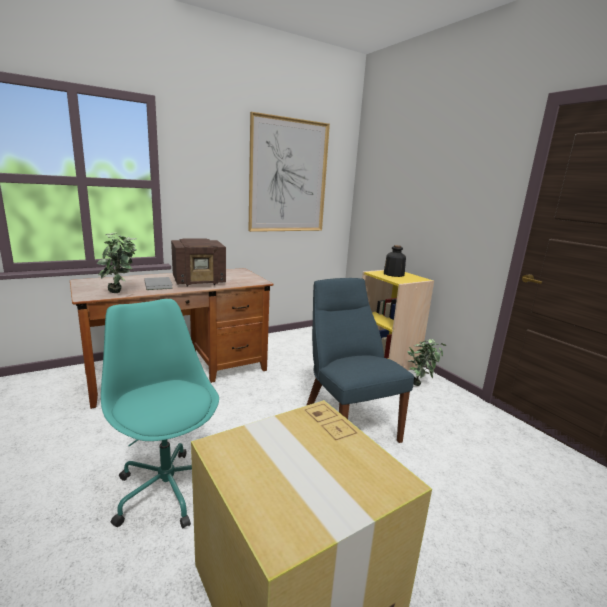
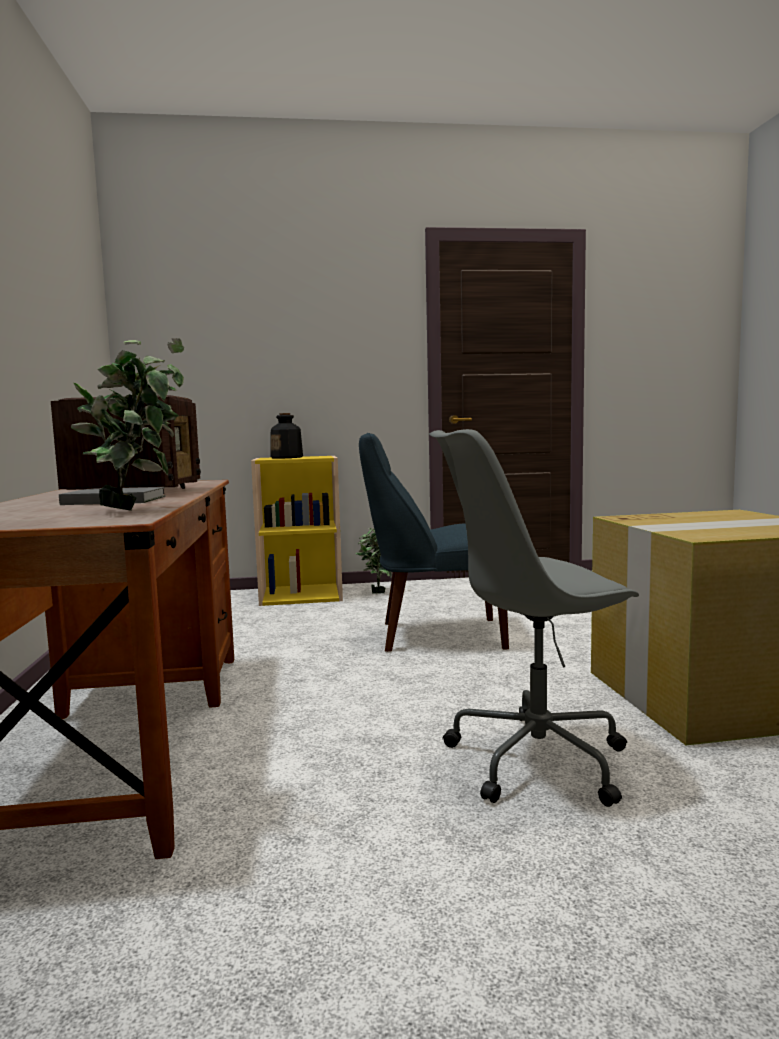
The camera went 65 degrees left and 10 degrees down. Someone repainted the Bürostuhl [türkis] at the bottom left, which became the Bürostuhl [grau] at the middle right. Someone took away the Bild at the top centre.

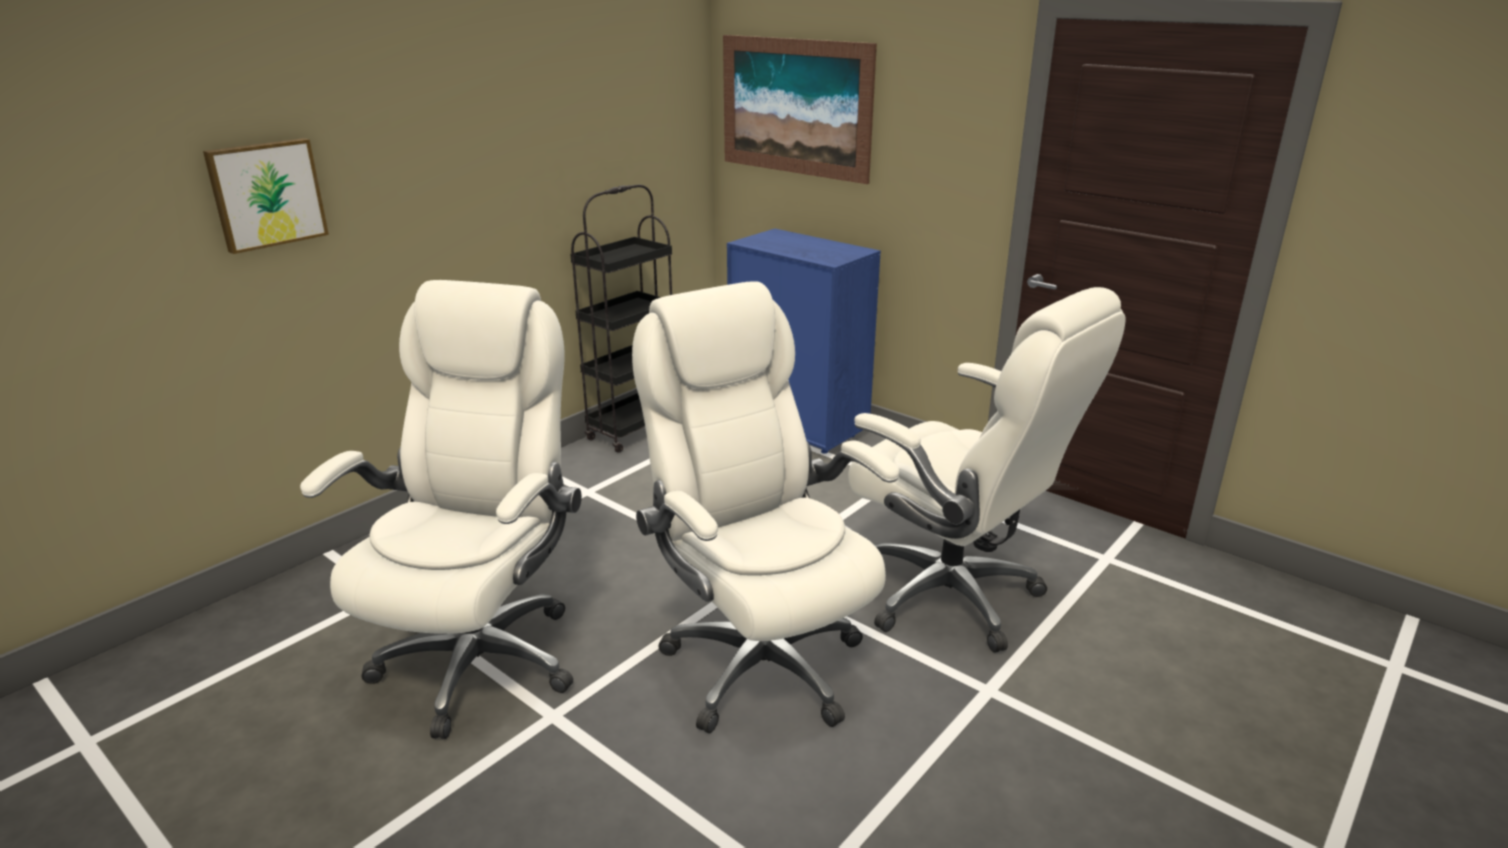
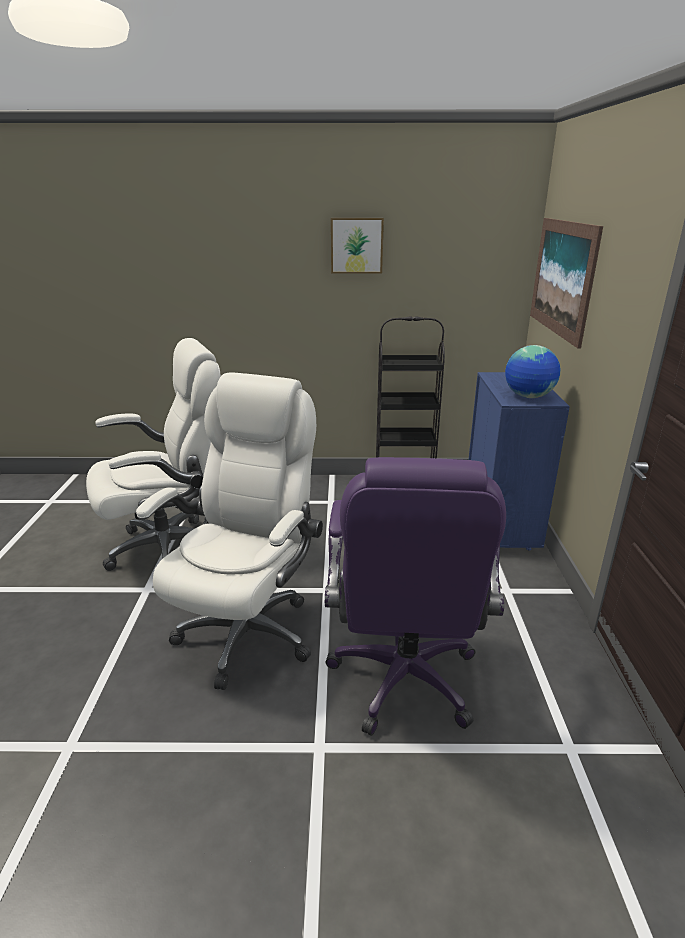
The camera went 50 degrees right and 0 degrees up. Someone repainted the Bürostuhl [weiß] (no. 3 from left) at the centre, which became the Bürostuhl [lila] at the centre. Someone carried the Bild (no. 1 from left) from the top left to the top centre. Someone put down the Globus at the middle right.

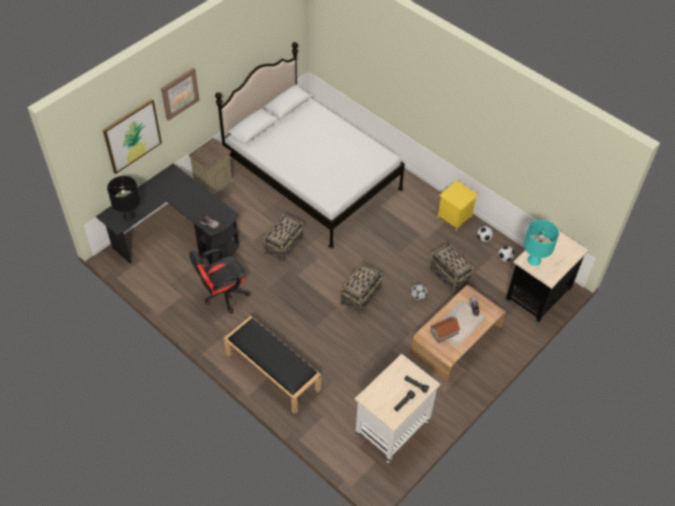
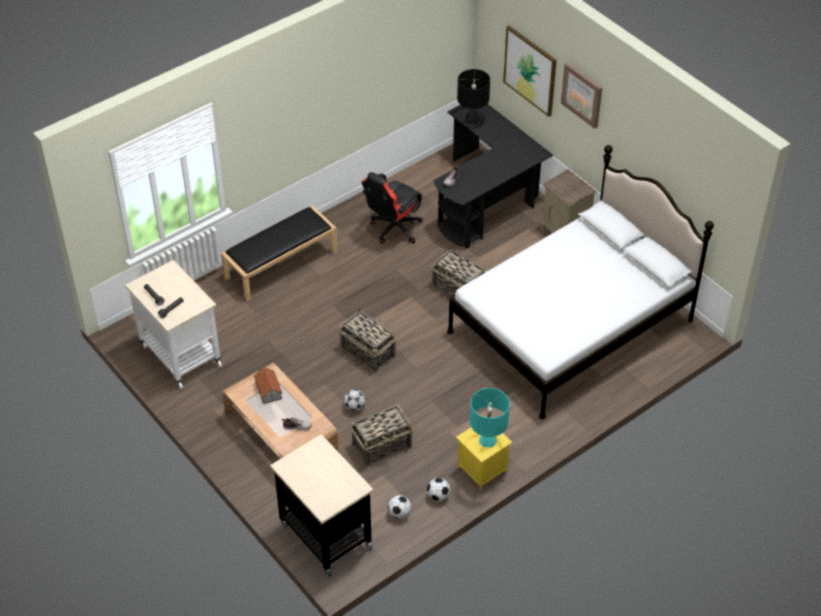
The camera went 100 degrees right and 5 degrees down. Someone rotated the Bürostuhl [schwarz] at the middle left by 120 degrees counterclockwise. Someone carried the Tischlampe [türkis] from the middle right to the bottom centre.

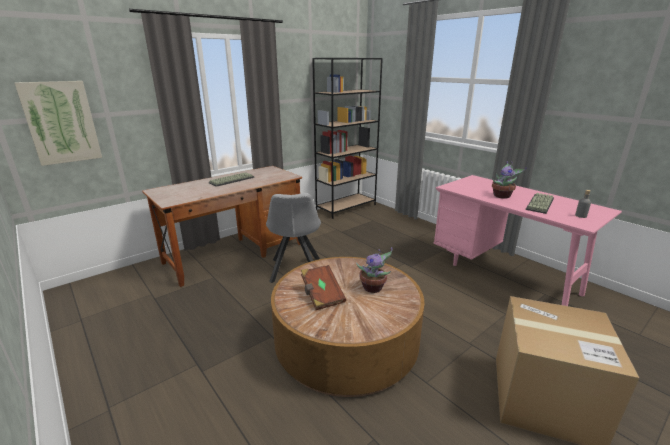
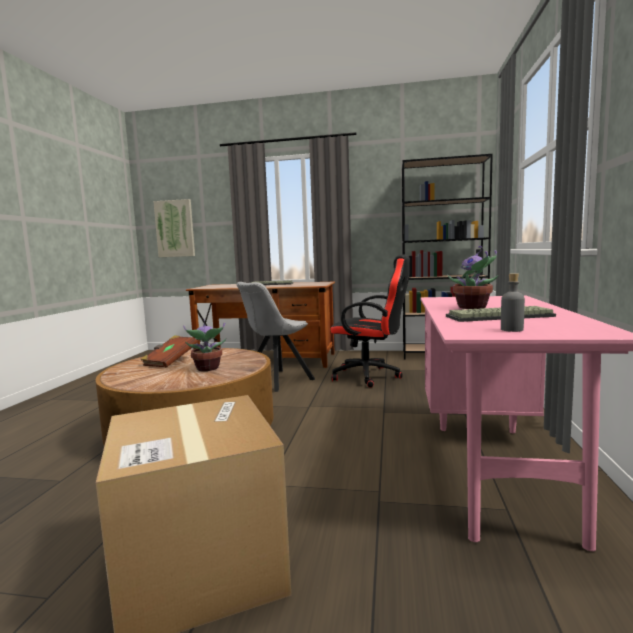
The camera went 50 degrees right and 15 degrees down. Someone put down the Bürostuhl [schwarz] at the centre.

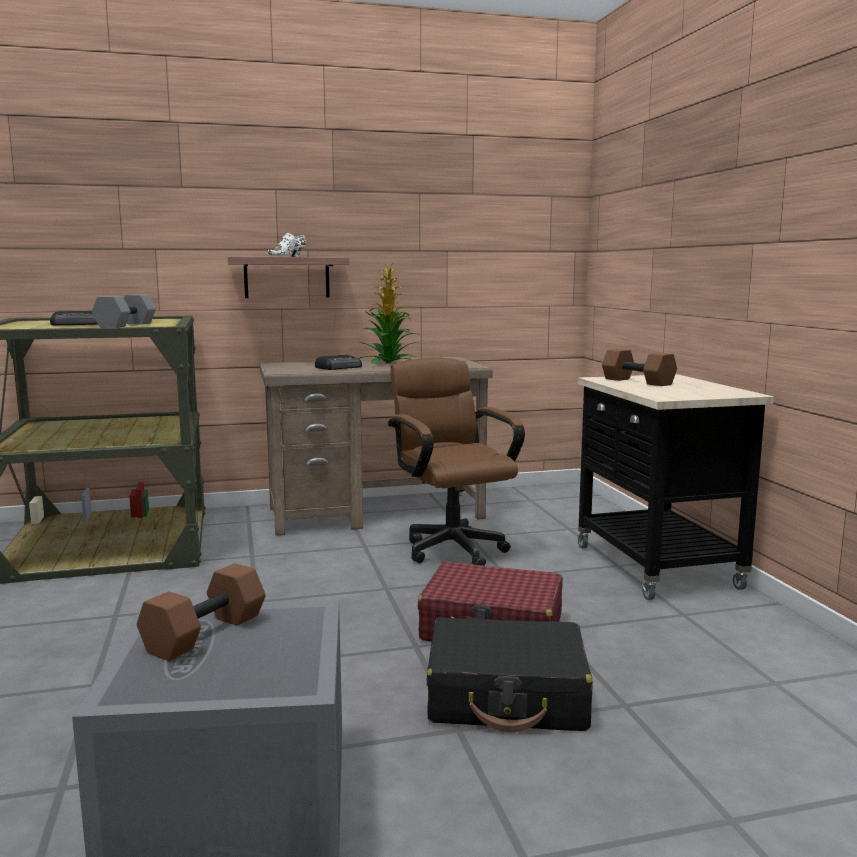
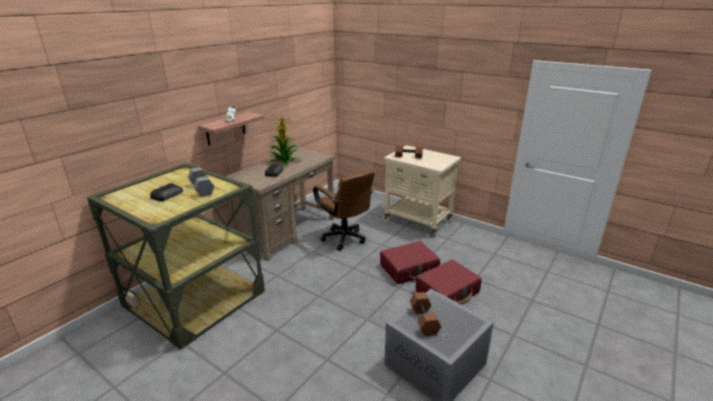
The camera went 40 degrees left and 15 degrees up. Someone rotated the Bürostuhl [braun] at the centre by 150 degrees counterclockwise. Someone repainted the Rollwagen [schwarz] at the middle right, which became the Rollwagen [beige] at the centre. Someone repainted the Koffer [schwarz] at the bottom centre, which became the Koffer [rot] (no. 2 from left) at the bottom centre.

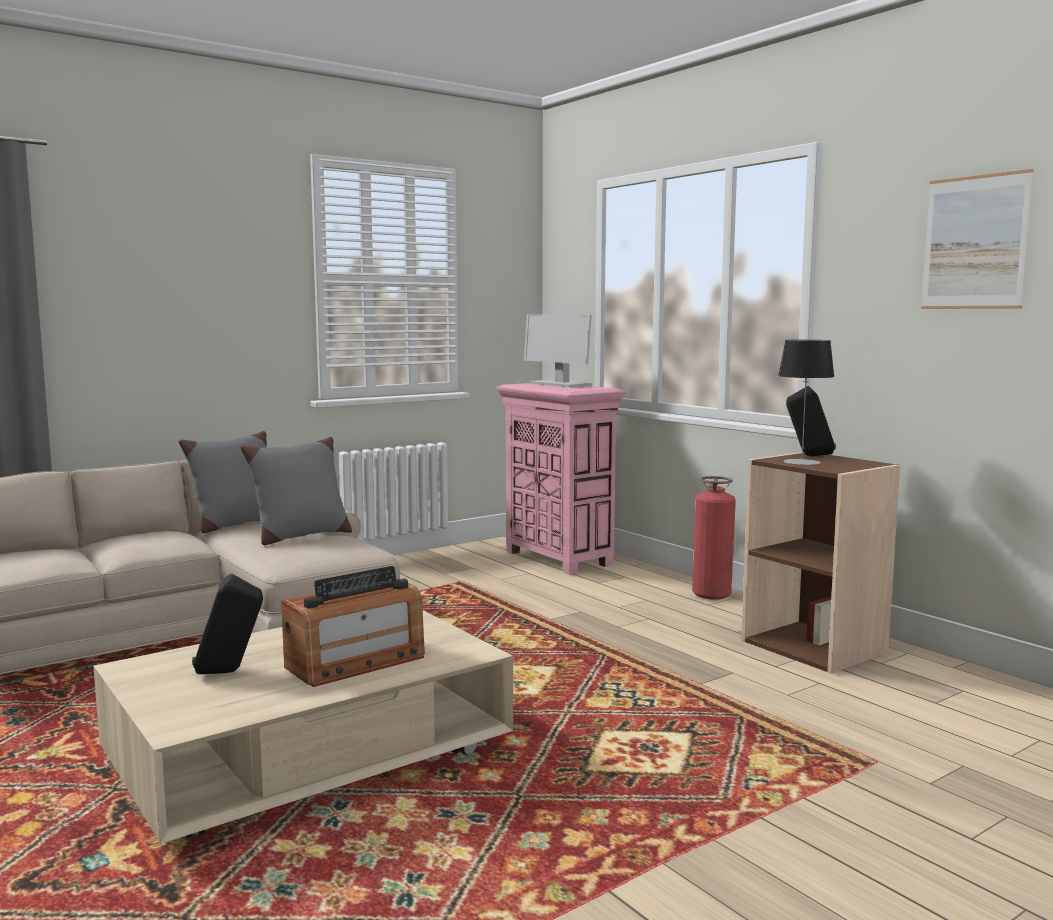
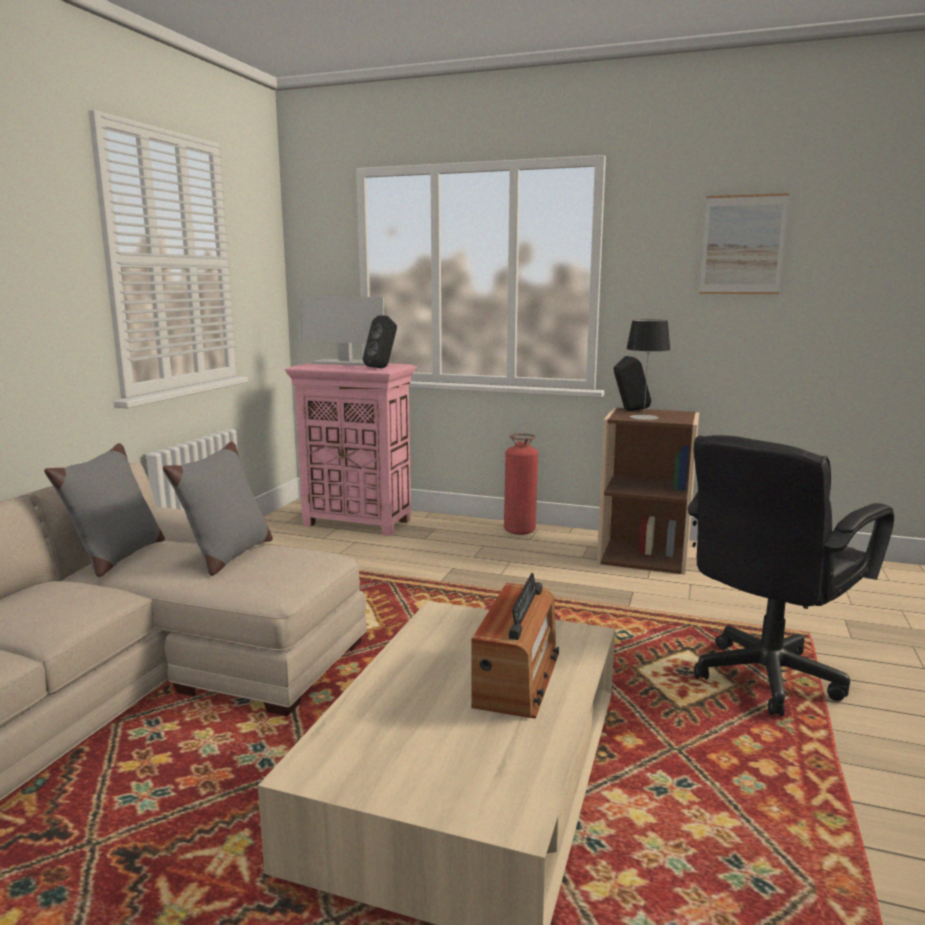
The camera went 35 degrees left and 5 degrees up. Someone carried the Lautsprecher [schwarz] (no. 1 from left) from the bottom left to the centre. Someone put down the Bürostuhl [schwarz] at the middle right.

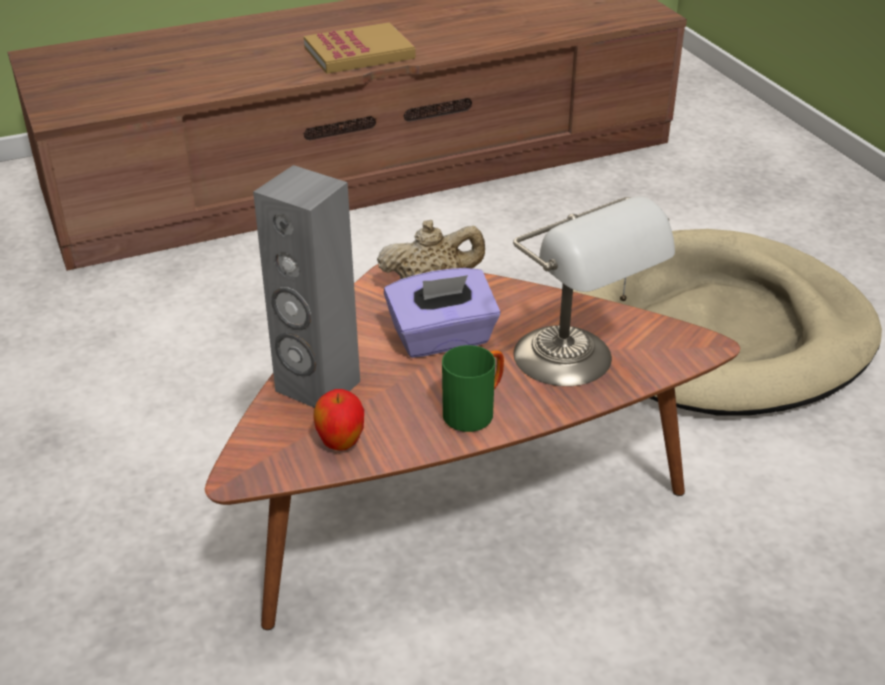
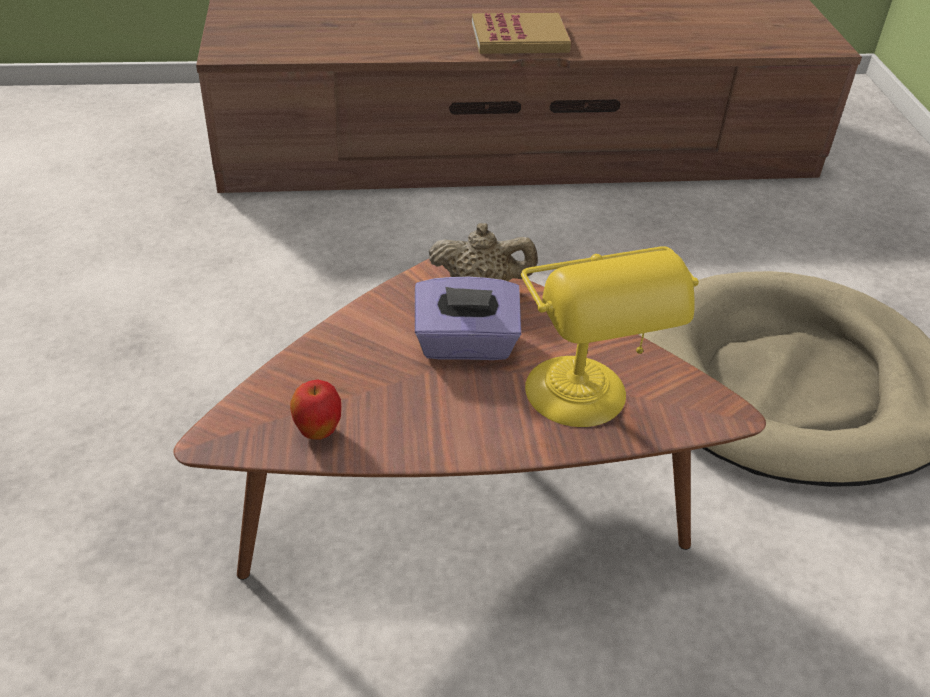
The camera went 15 degrees right and 5 degrees up. Someone repainted the Tischlampe [weiß] at the middle right, which became the Tischlampe [gelb] at the centre. Someone took away the Lautsprecher [grau] at the centre. Someone took away the Henkelbecher [grün] at the centre.

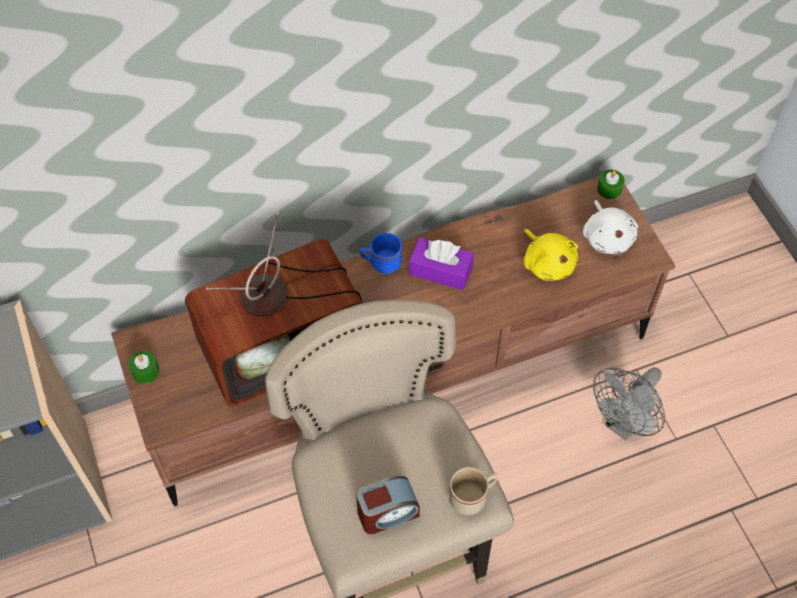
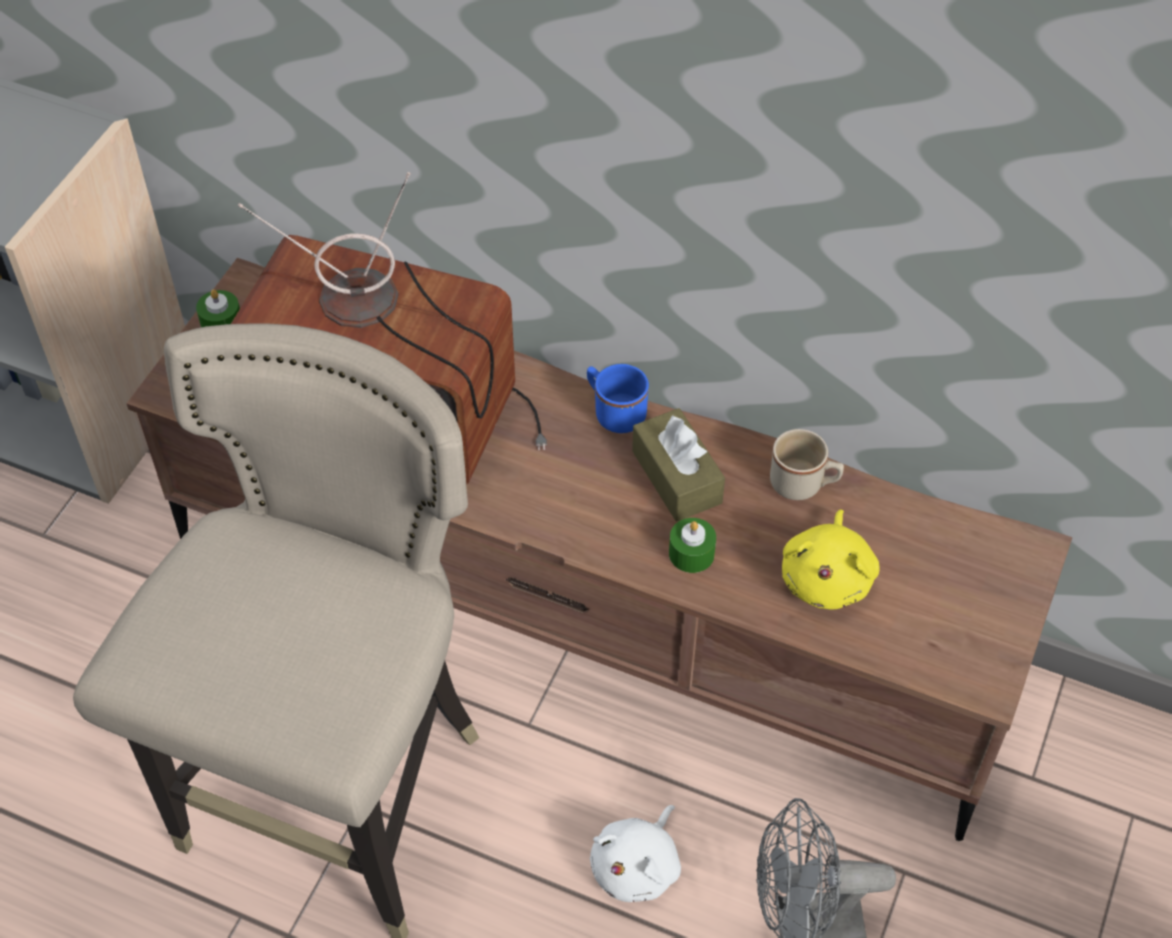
The camera went 45 degrees right and 5 degrees down. Someone carried the Plüschtier [weiß] from the middle right to the bottom centre. Someone repainted the Taschentuchbox [lila] at the centre, which became the Taschentuchbox [braun] at the centre. Someone carried the Kerze [grün] (no. 2 from left) from the top right to the centre. Someone carried the Henkelbecher [beige] from the bottom centre to the middle right. Someone took away the Wecker at the bottom centre.

